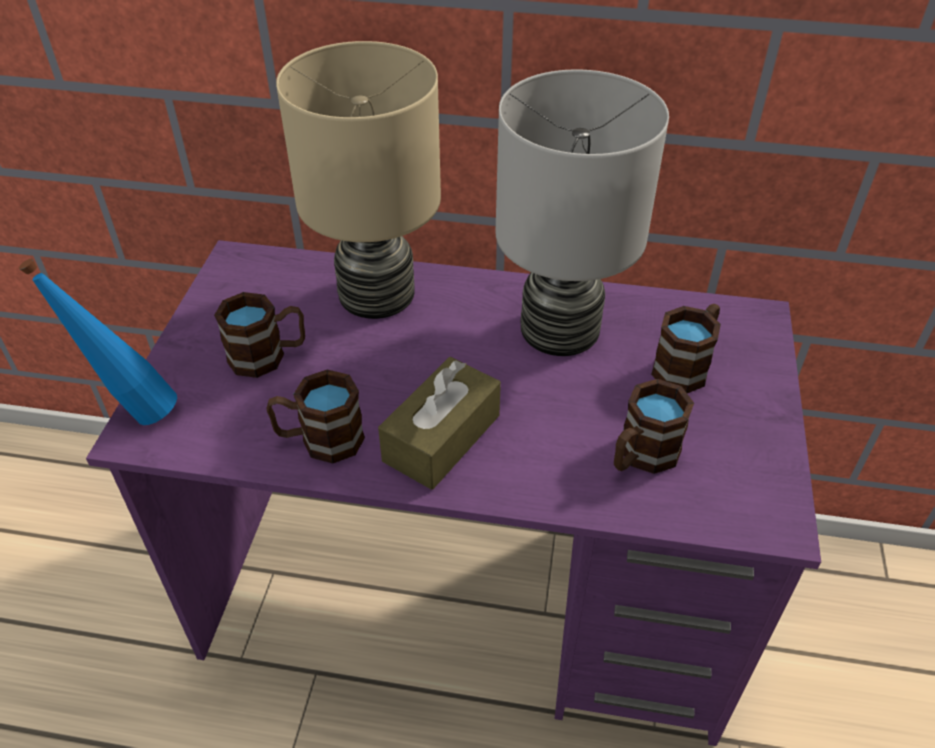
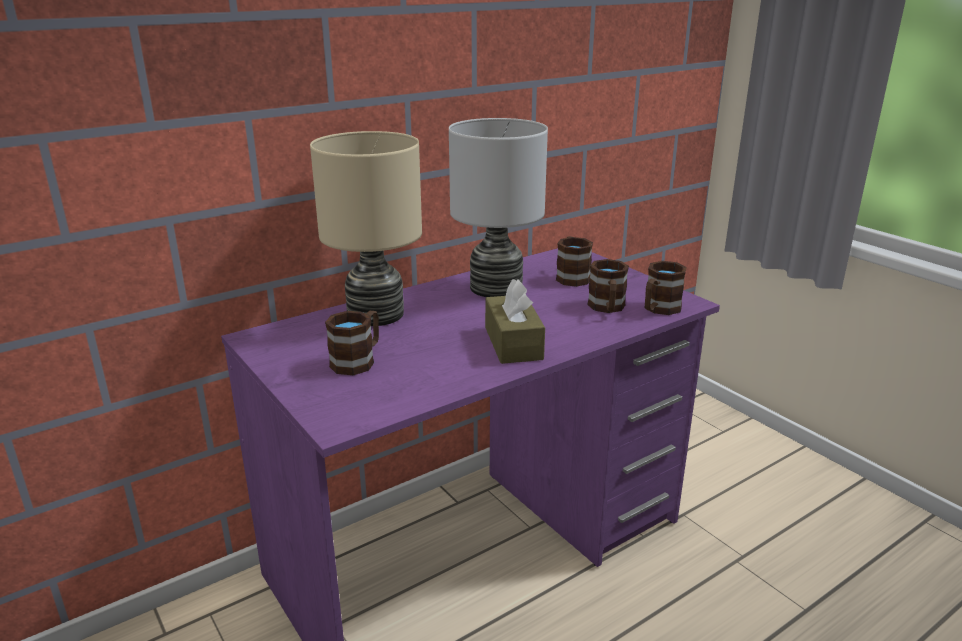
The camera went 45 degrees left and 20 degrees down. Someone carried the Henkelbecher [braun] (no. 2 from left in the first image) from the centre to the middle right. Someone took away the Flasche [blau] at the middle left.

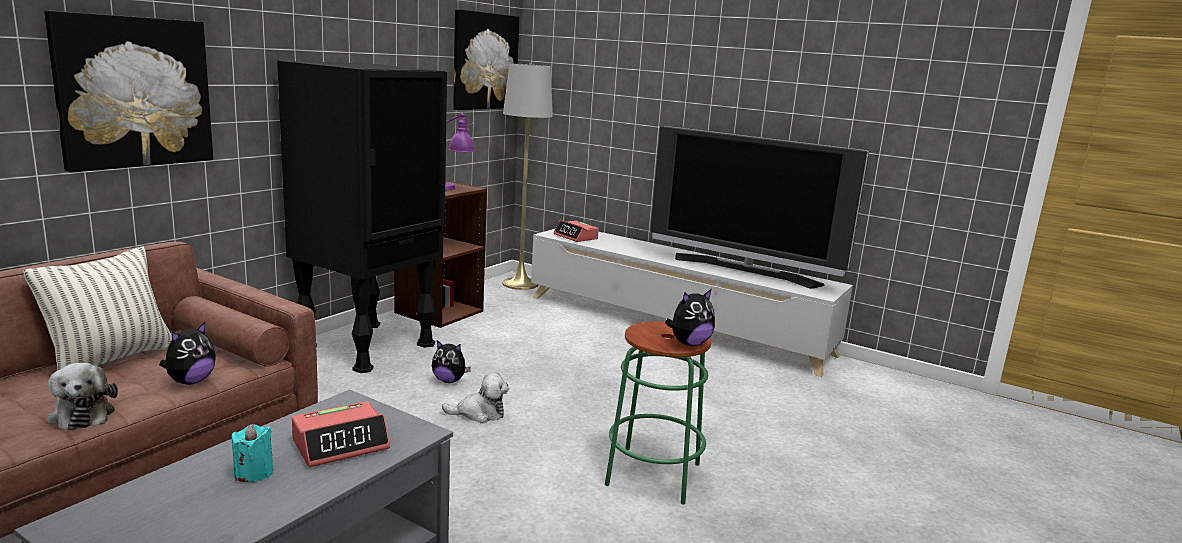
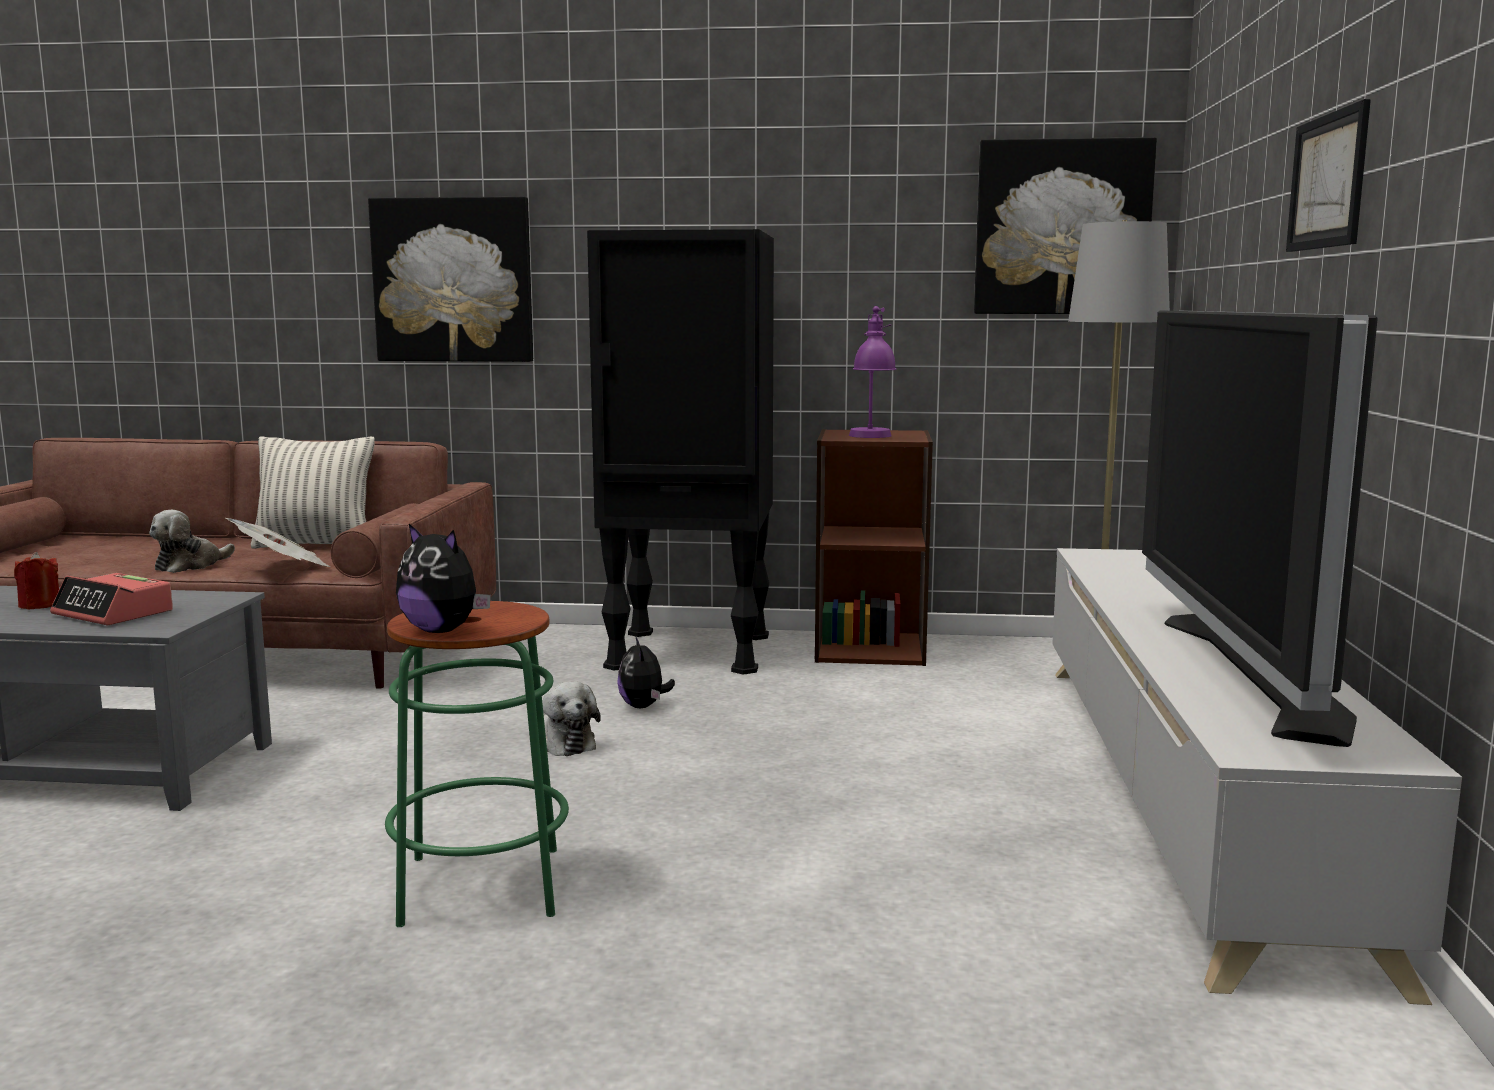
The camera went 65 degrees right and 5 degrees down. Someone repainted the Kerze [türkis] at the bottom left, which became the Kerze [rot] at the middle left. Someone swapped the Plüschtier (no. 2 from left) at the middle left for the Zeitung at the middle left. Someone put up the Bild (no. 3 from left) at the top right. Someone took away the Wecker (no. 2 from left) at the centre.

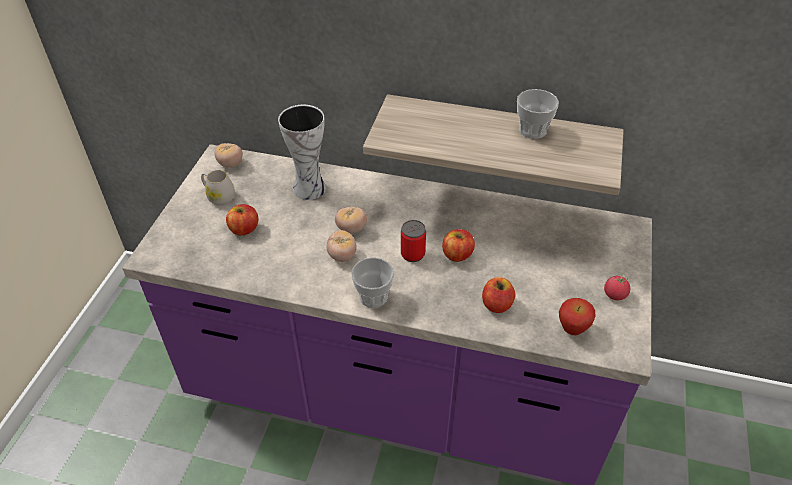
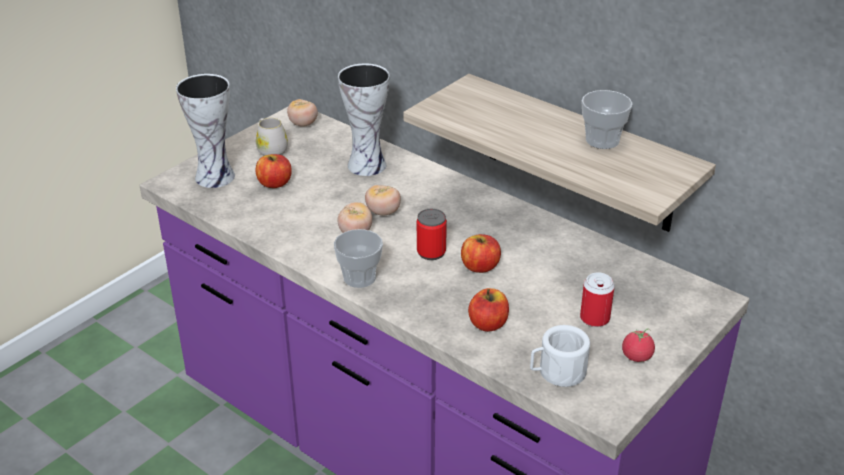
The camera went 25 degrees right and 10 degrees down. Someone put down the Vase (no. 1 from left) at the top left. Someone swapped the Apfel (no. 4 from left) at the middle right for the Henkelbecher [weiß] (no. 2 from left) at the bottom centre. Someone put down the Dose (no. 2 from left) at the middle right.

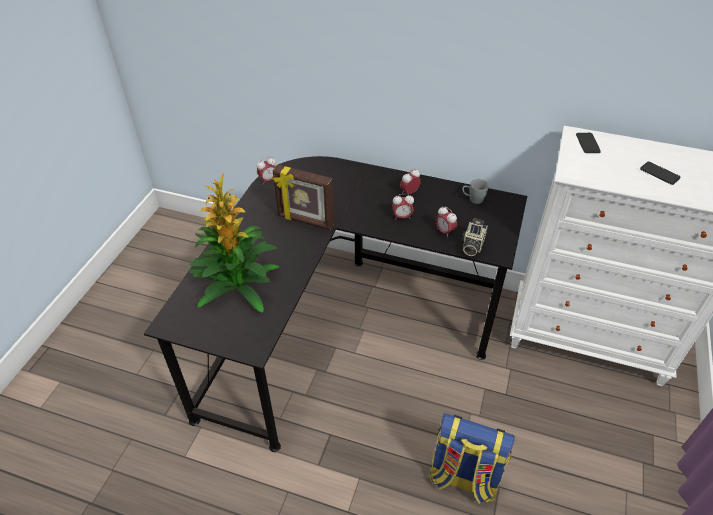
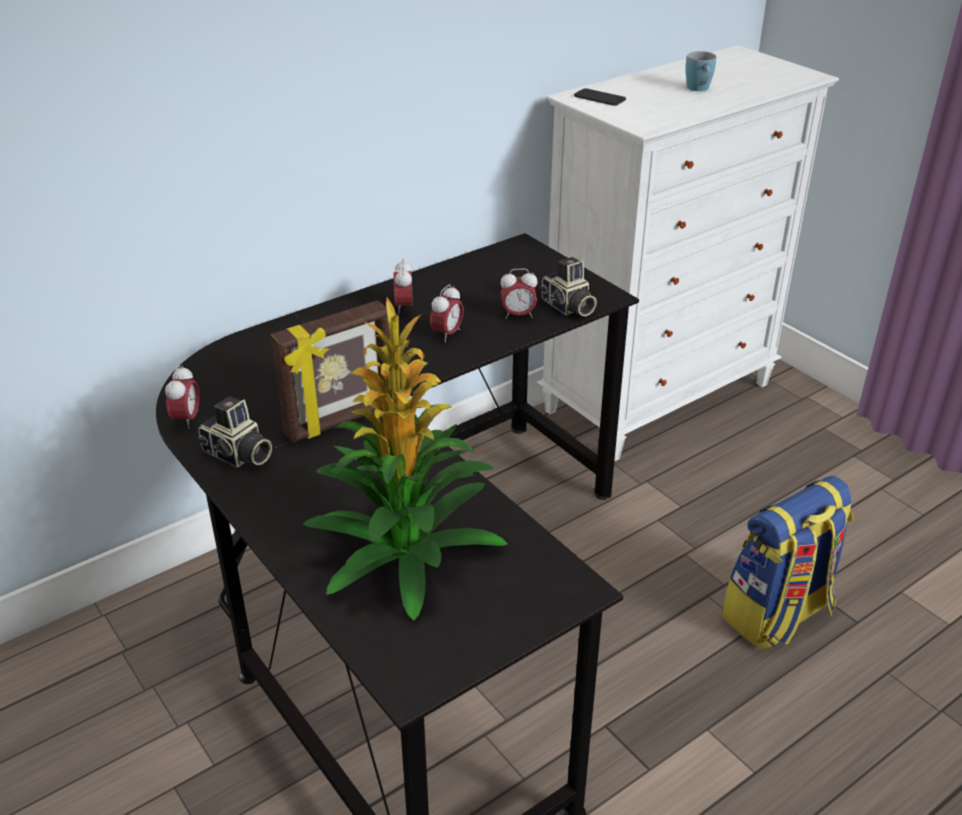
The camera went 55 degrees left and 10 degrees down. Someone put down the Kamera (no. 1 from left) at the middle left. Someone swapped the Handy (no. 2 from left) at the middle right for the Henkelbecher [blau] at the top right. Someone took away the Henkelbecher [grau] at the centre.

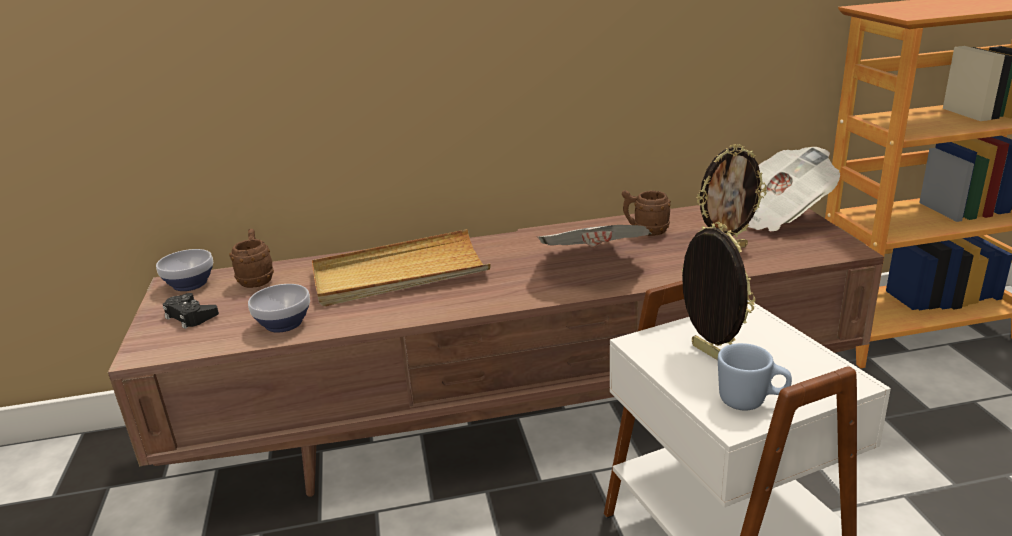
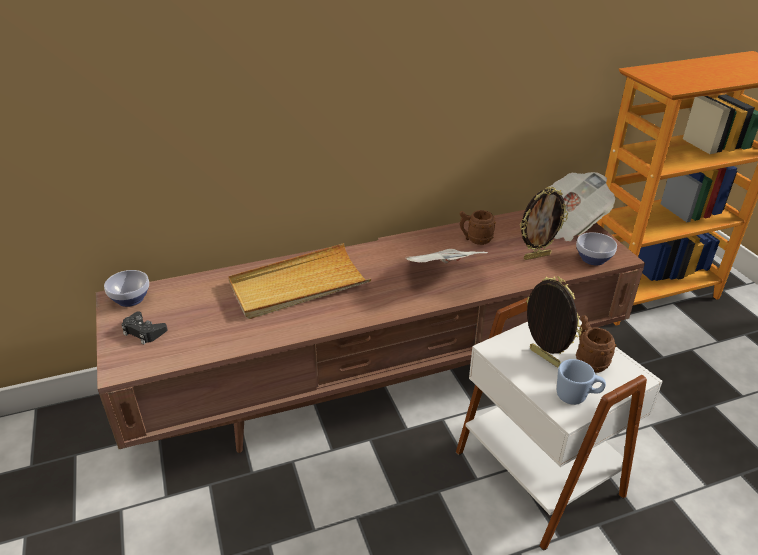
The camera went 10 degrees left and 10 degrees up. Someone carried the Schüssel (no. 2 from left) from the middle left to the middle right. Someone carried the Henkelbecher [braun] (no. 1 from left in the first image) from the middle left to the middle right.

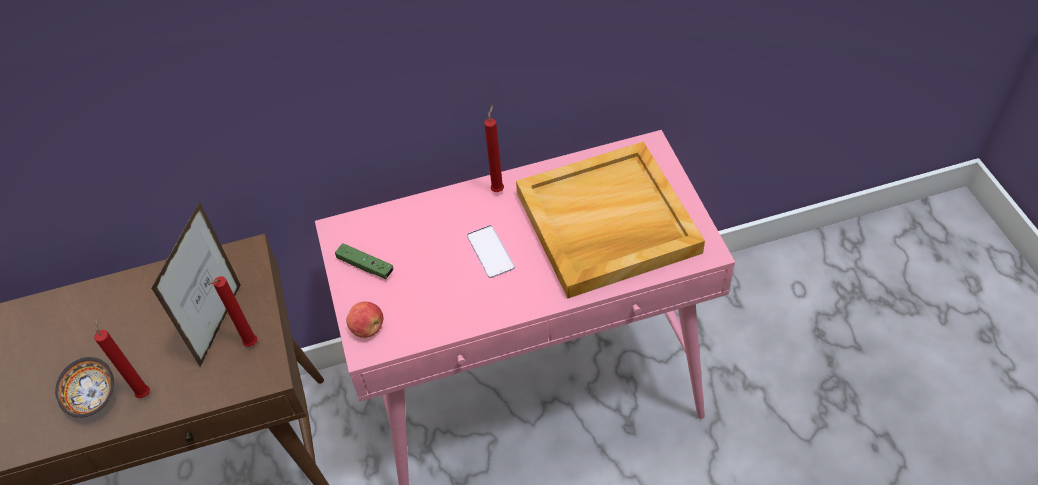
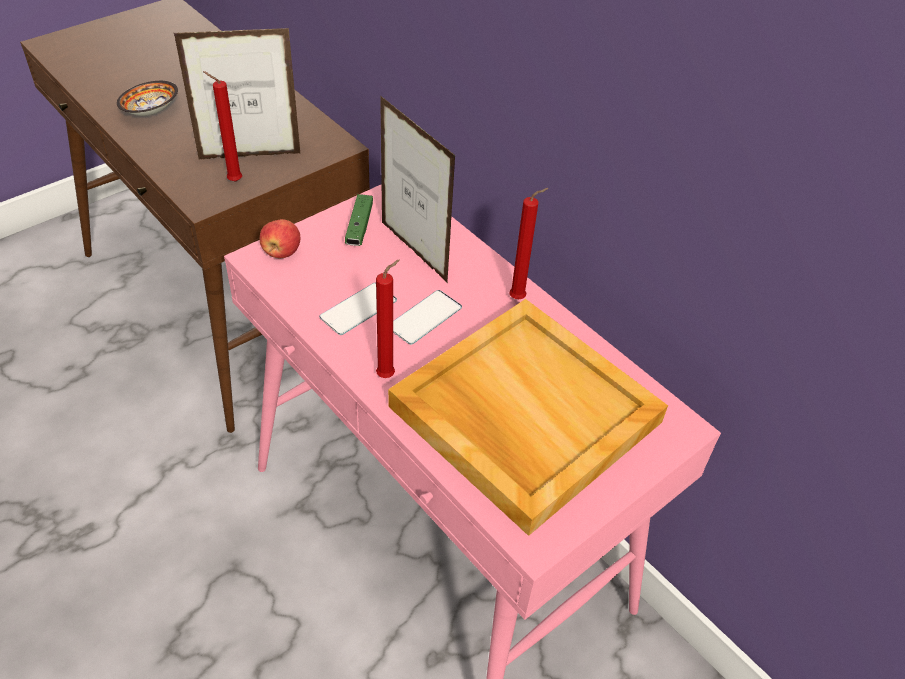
The camera went 60 degrees right and 5 degrees down. Someone put down the Handy (no. 1 from left) at the centre. Someone carried the Kerze [rot] (no. 1 from left in the first image) from the bottom left to the centre. Someone put down the Bilderrahmen (no. 2 from left) at the top centre.

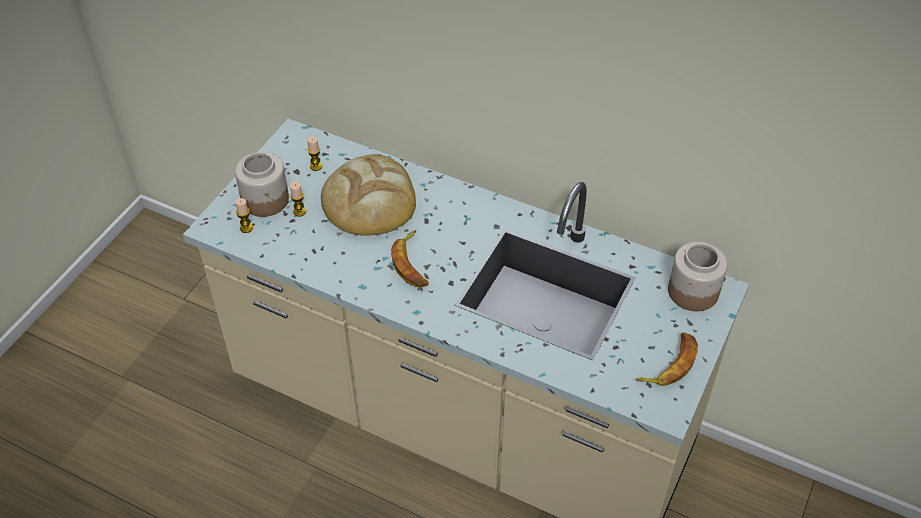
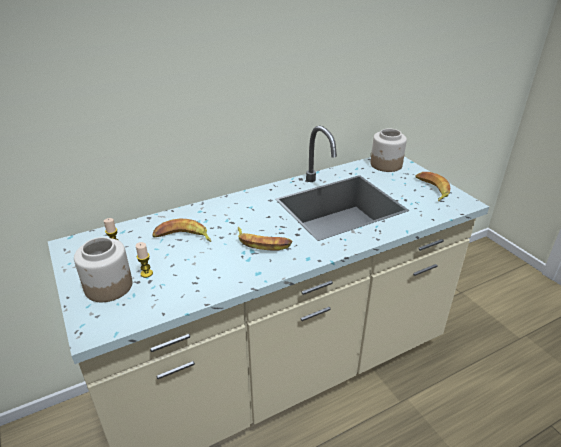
The camera went 55 degrees left and 15 degrees down. Someone swapped the Brot at the centre for the Banane (no. 1 from left) at the middle left. Someone took away the Kerze (no. 1 from left) at the middle left.

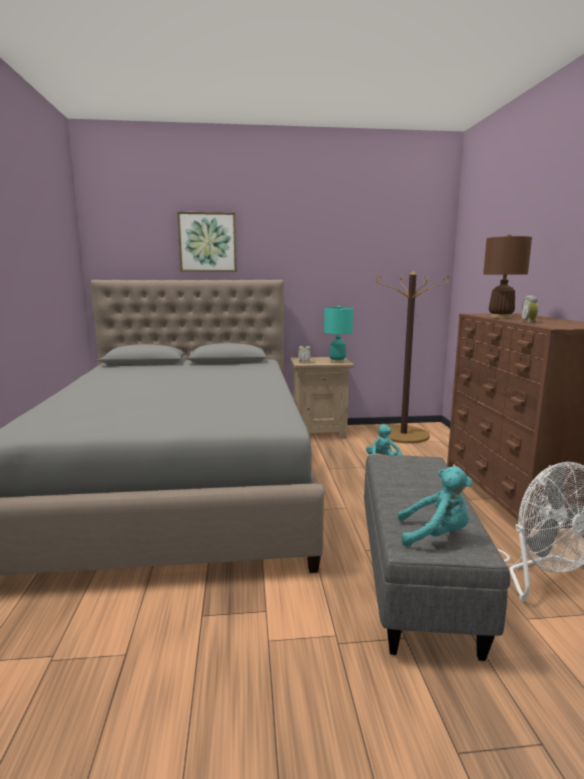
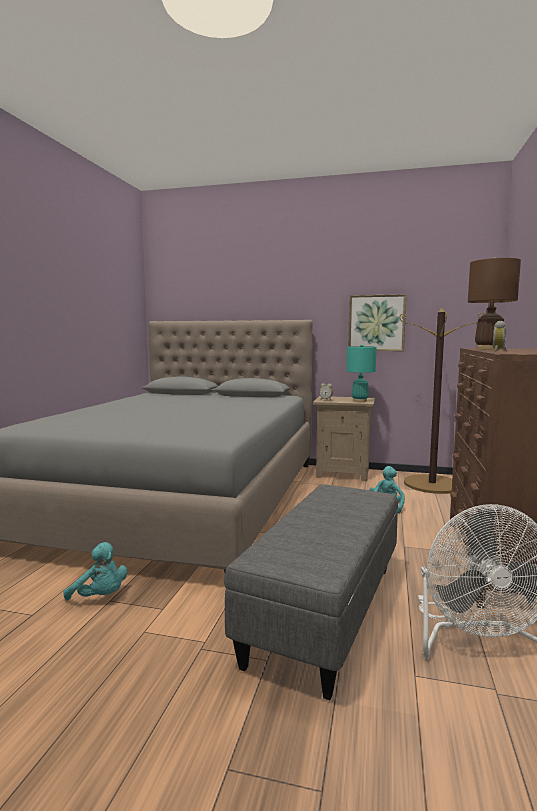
The camera went 20 degrees right and 5 degrees down. Someone carried the Plüschtier [türkis] (no. 2 from left in the first image) from the middle right to the bottom left. Someone carried the Bild from the top centre to the middle right.

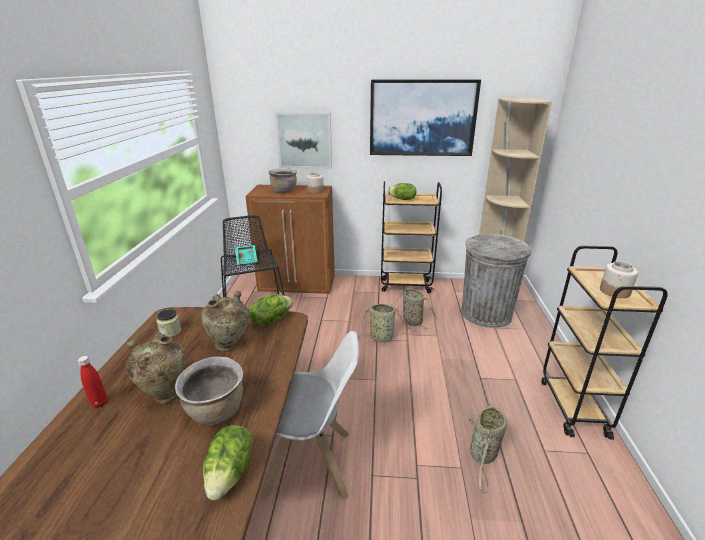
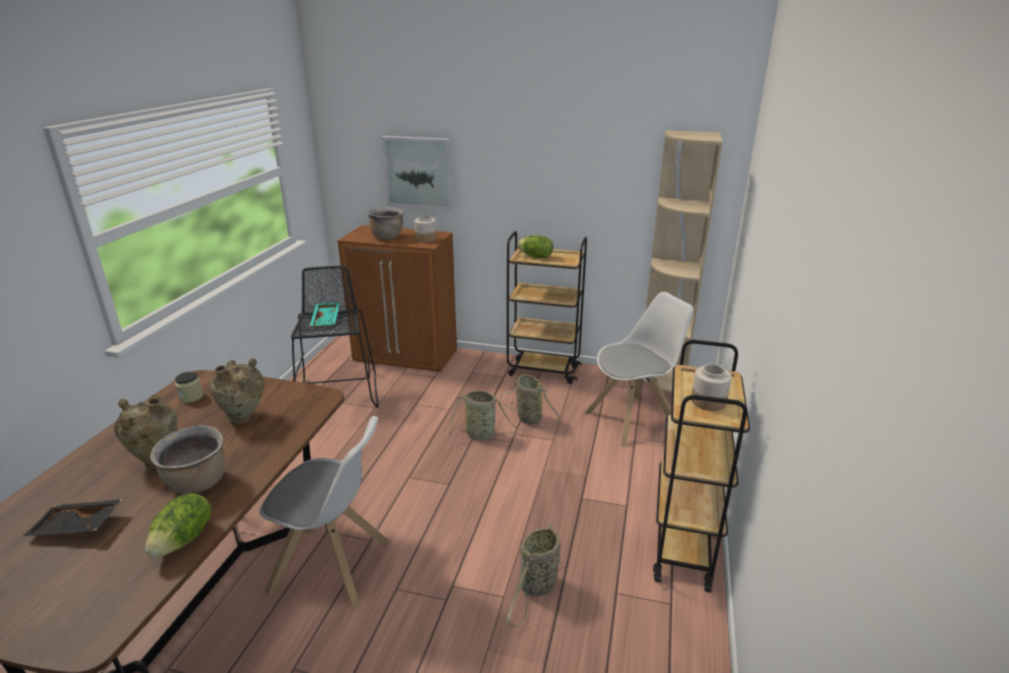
The camera went 10 degrees right and 0 degrees up. Someone put down the Tablett [schwarz] at the bottom left. Someone swapped the Mülleimer [grau] at the middle right for the Stuhl (no. 2 from left) at the centre. Someone took away the Flasche [rot] at the bottom left. Someone took away the Salatkopf (no. 2 from left) at the centre. Someone took away the Bild (no. 2 from left) at the top centre.

